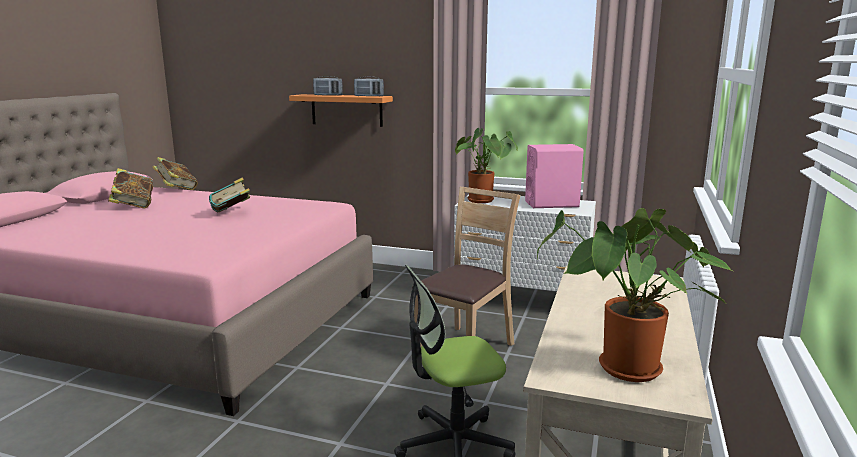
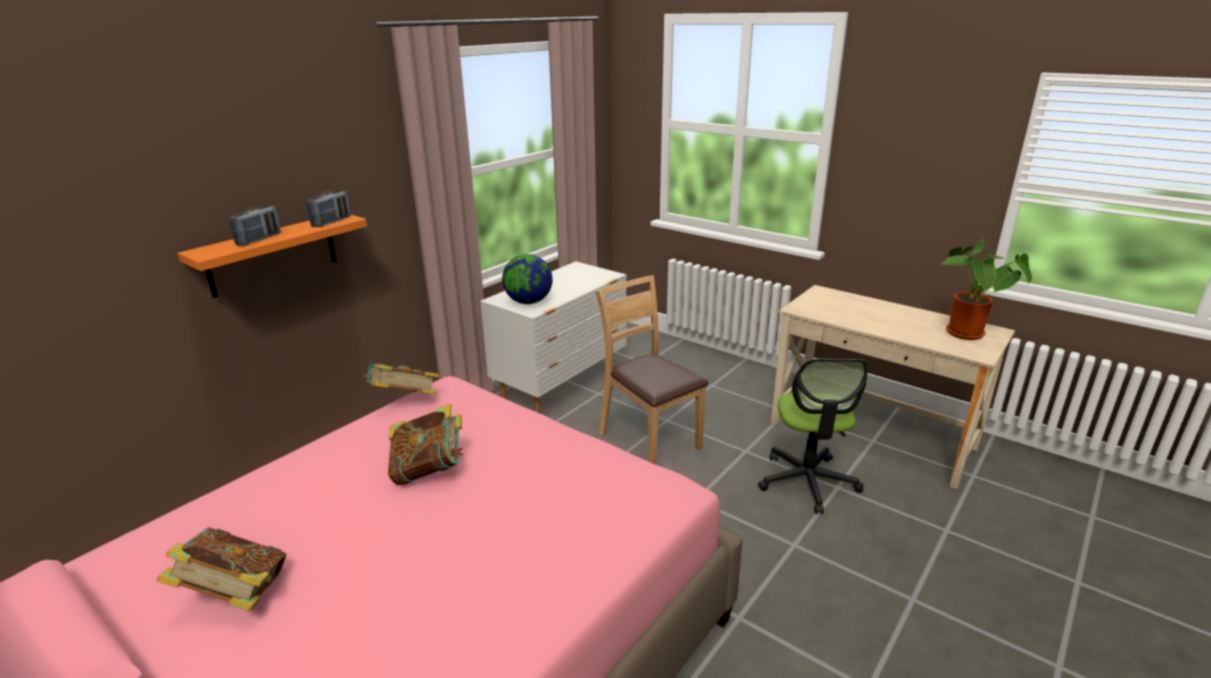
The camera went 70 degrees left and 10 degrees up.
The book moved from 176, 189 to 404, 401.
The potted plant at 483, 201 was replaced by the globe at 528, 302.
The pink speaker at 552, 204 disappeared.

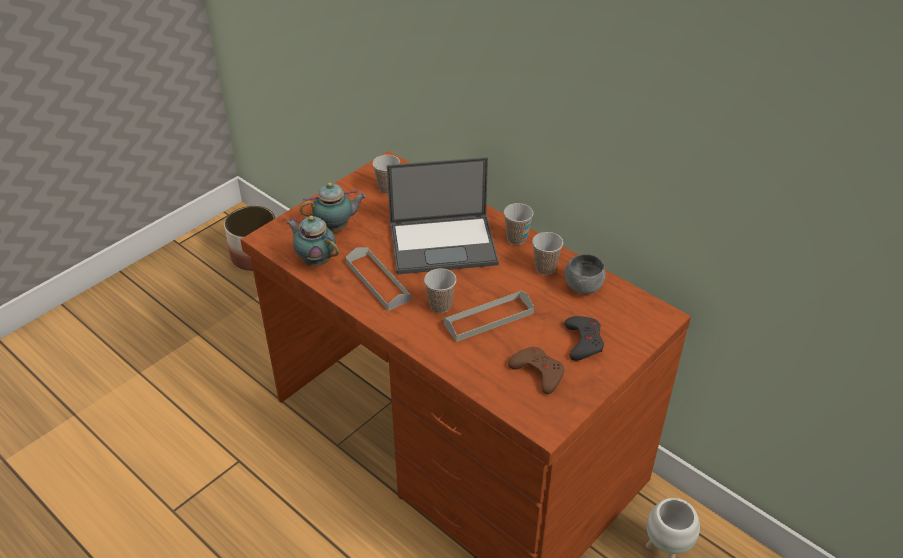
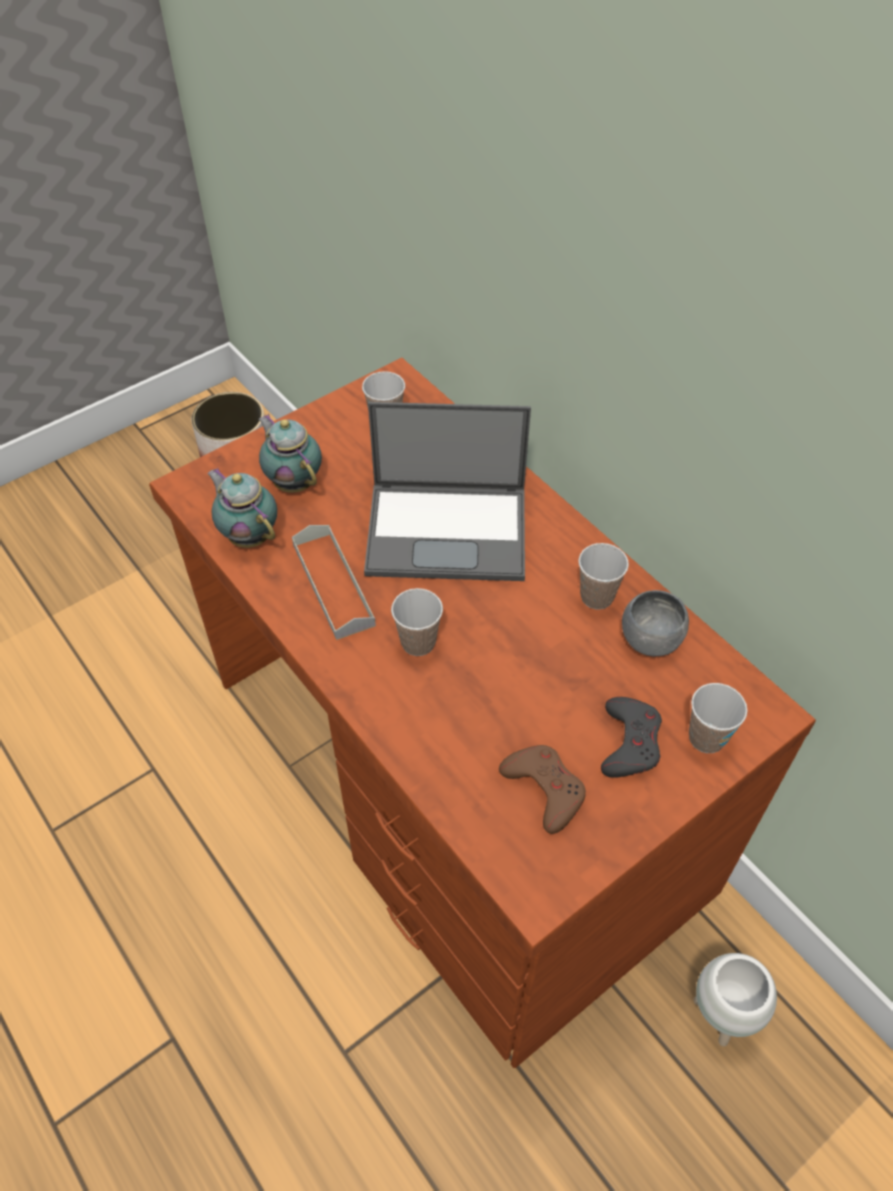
The camera went 10 degrees right and 10 degrees up.
The teapot at 336, 228 turned 120 degrees counterclockwise.
The grey tray at 489, 318 disappeared.
The cup moved from 516, 238 to 706, 738.

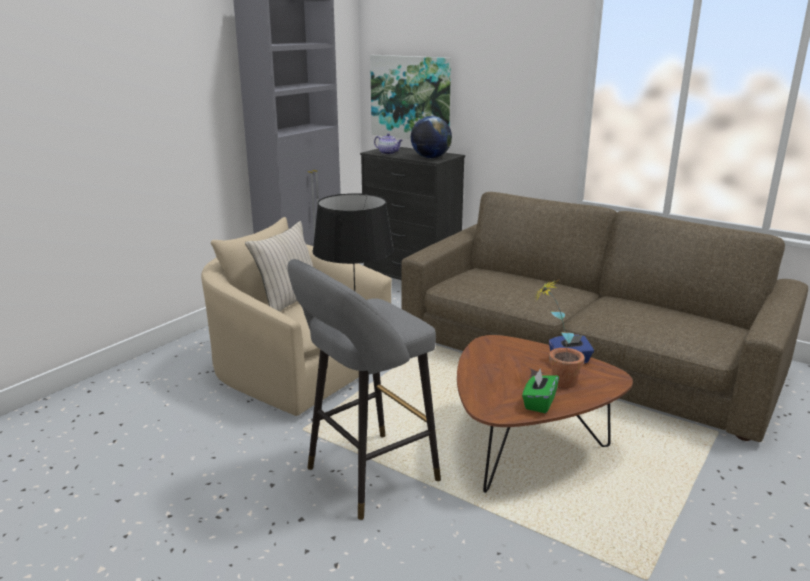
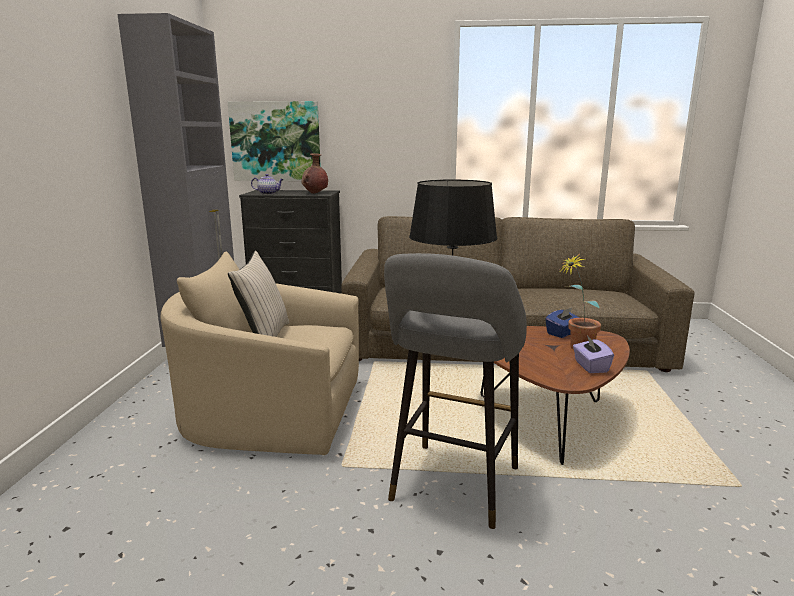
The camera went 30 degrees left and 5 degrees down.
The globe at 430, 158 was replaced by the brown vase at 315, 193.
The green tissue box at 539, 403 became the purple tissue box at 590, 366.

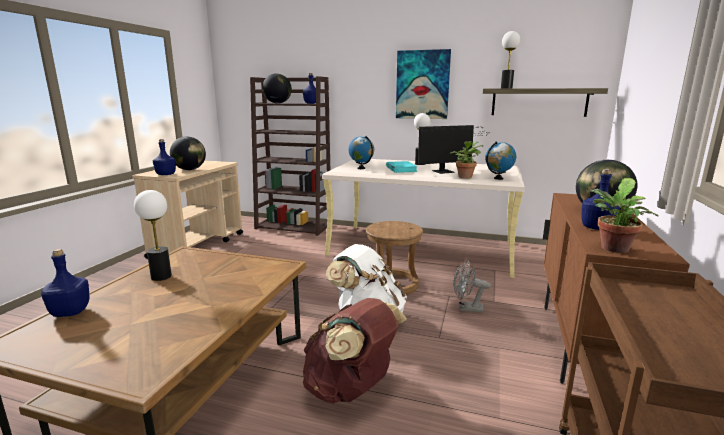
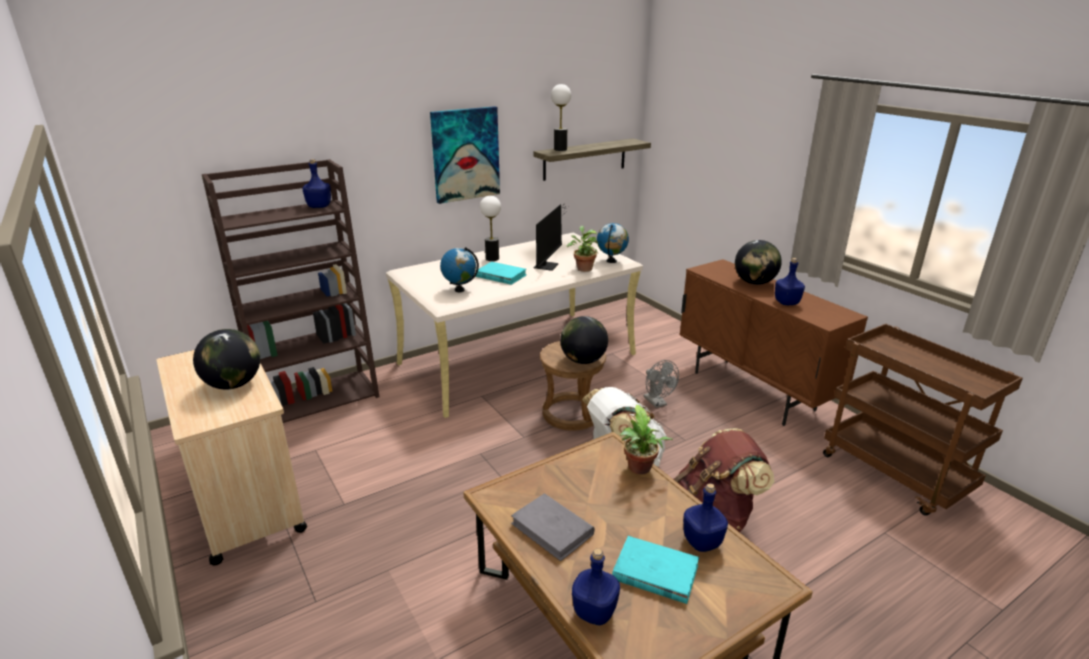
The camera went 50 degrees left and 10 degrees up.
The table lamp at 161, 276 was replaced by the grey book at 552, 529.
The blue bottle moved from 165, 174 to 702, 542.
The globe moved from 277, 103 to 583, 360.
The grey fan at 466, 308 turned 75 degrees counterclockwise.
The potted plant moved from 613, 249 to 640, 470.
The turquoise book at 654, 572 appeared.

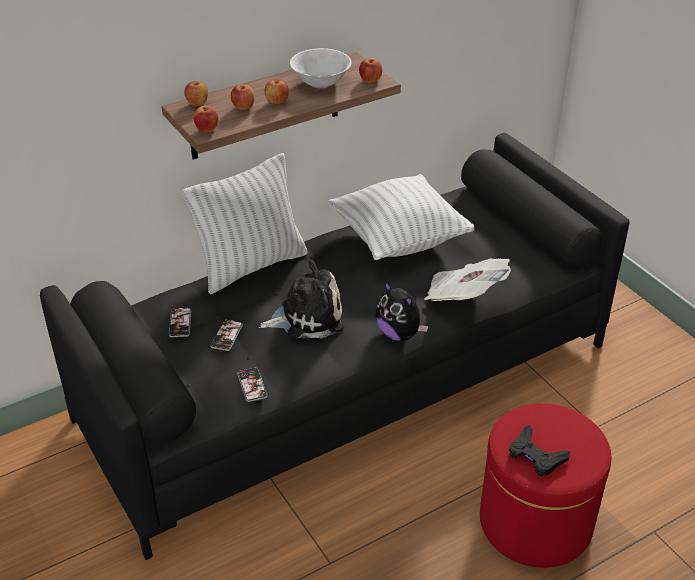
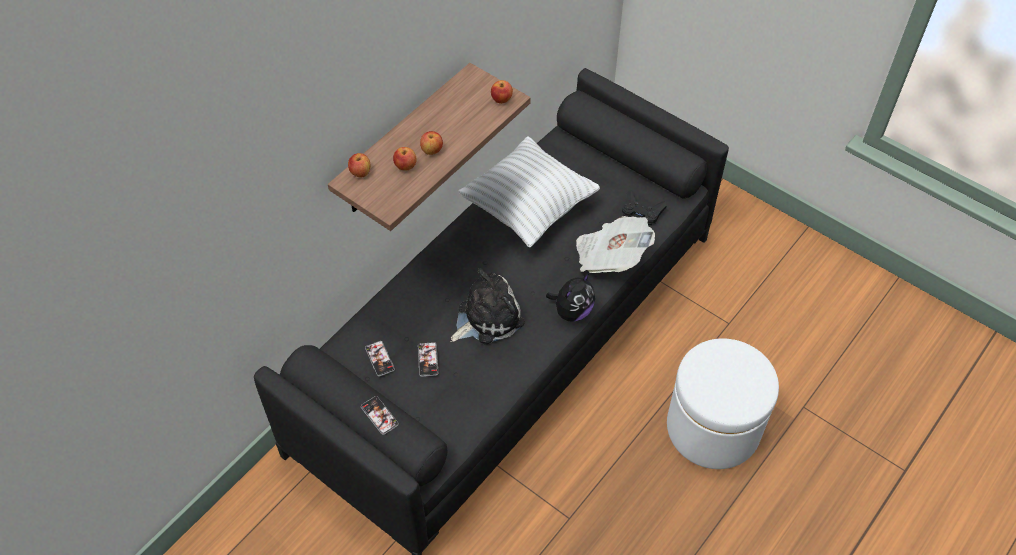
The camera went 20 degrees left and 15 degrees up.
The white pillow at 251, 266 disappeared.
The apple at 207, 129 disappeared.
The phone moved from 252, 385 to 379, 415.
The white bowl at 320, 82 disappeared.
The plush toy at 399, 334 turned 75 degrees counterclockwise.
The red ottoman at 535, 522 became the white ottoman at 713, 428.
The black game controller moved from 536, 456 to 641, 211.

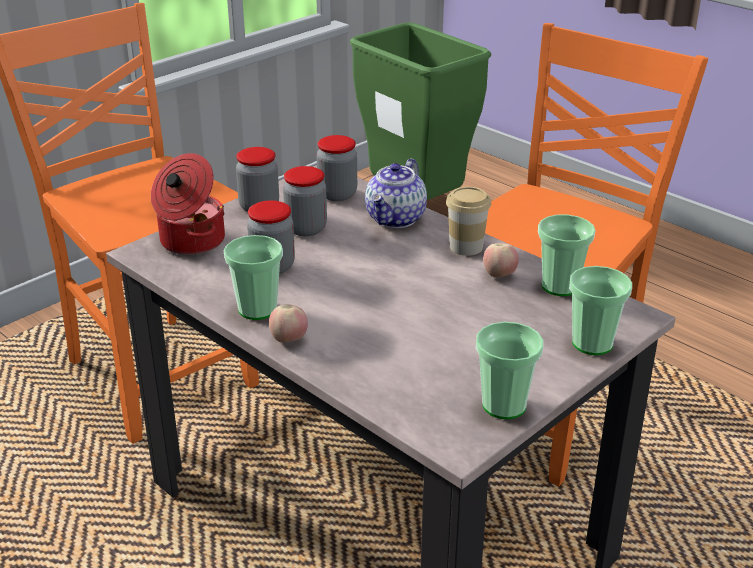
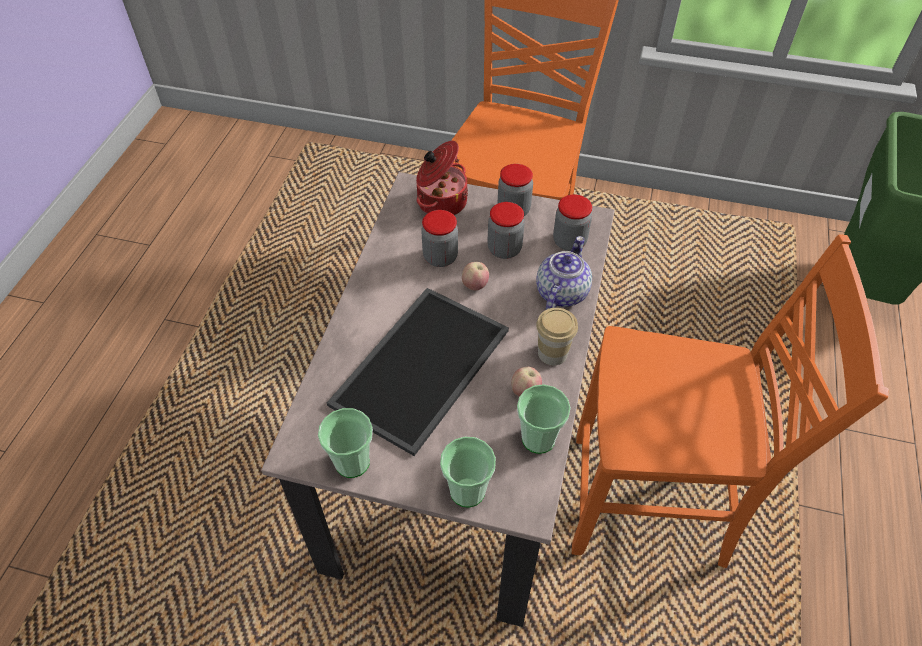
The camera went 60 degrees right and 20 degrees up.
The cup at 257, 309 disappeared.
The apple moved from 289, 340 to 475, 285.
The teapot at 396, 219 turned 120 degrees clockwise.
The tray at 419, 364 appeared.

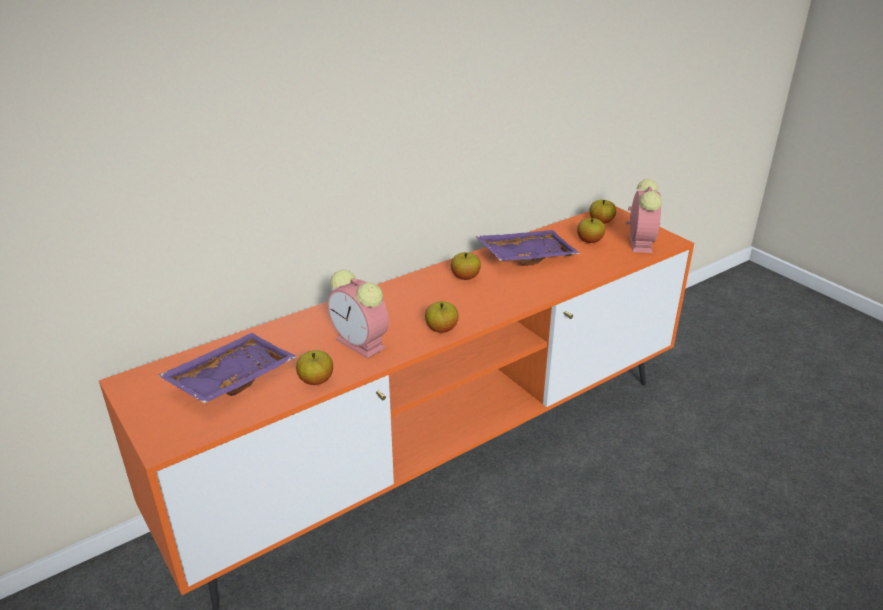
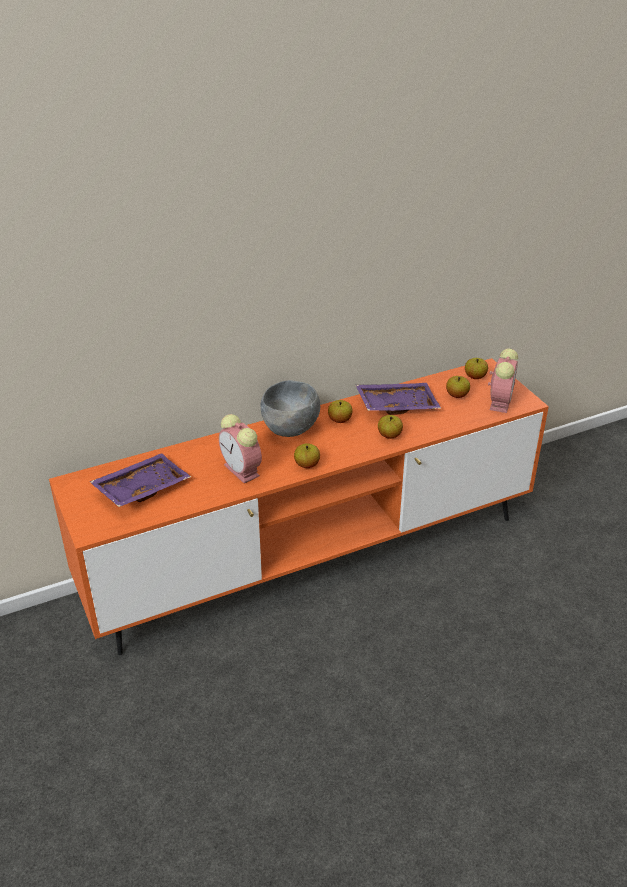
The camera went 10 degrees right and 5 degrees up.
The apple moved from 316, 380 to 389, 435.
The grey bowl at 291, 429 appeared.

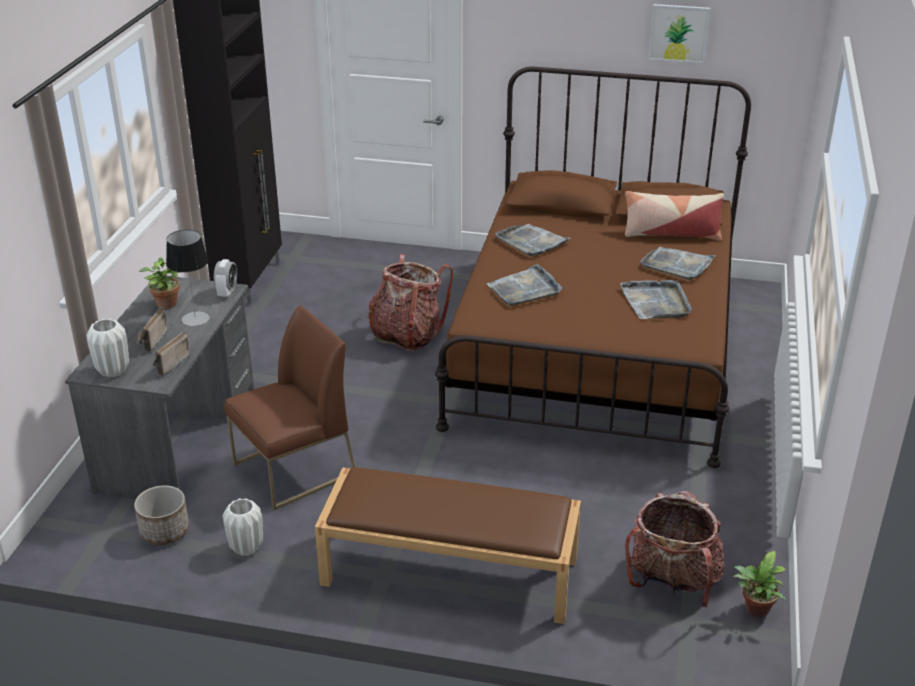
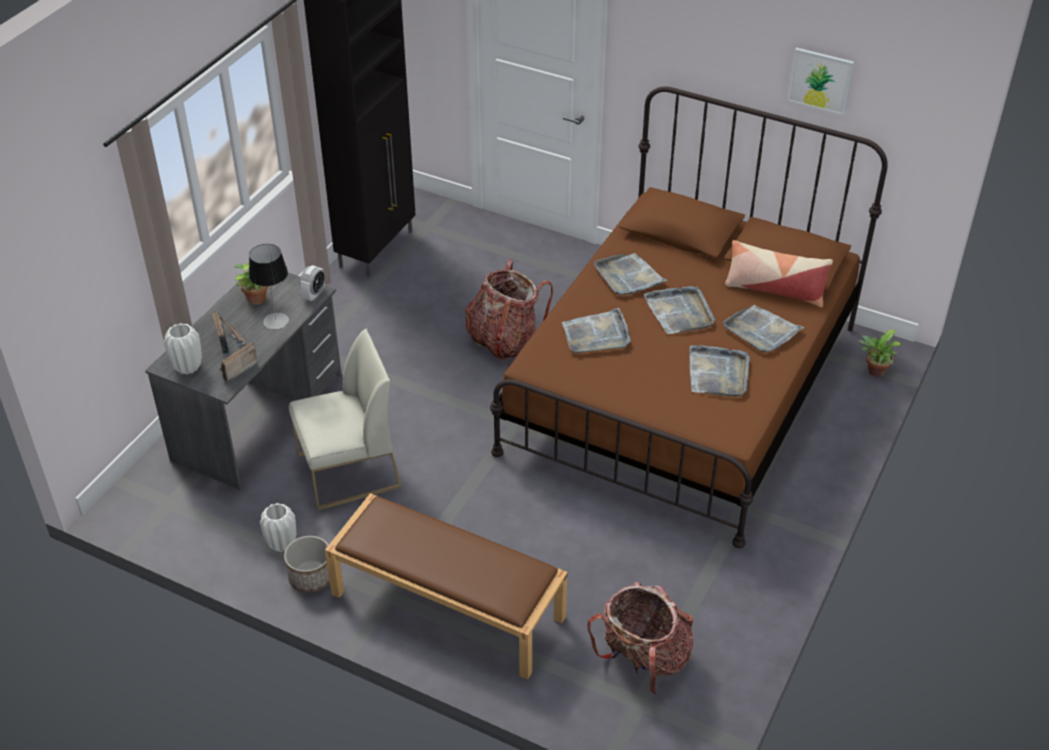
The camera went 15 degrees right and 10 degrees up.
The planter moved from 164, 531 to 311, 577.
The radio at 150, 341 turned 135 degrees clockwise.
The brown chair at 294, 470 became the white chair at 348, 472.
The potted plant moved from 755, 611 to 874, 372.
The grey tray at 680, 312 appeared.

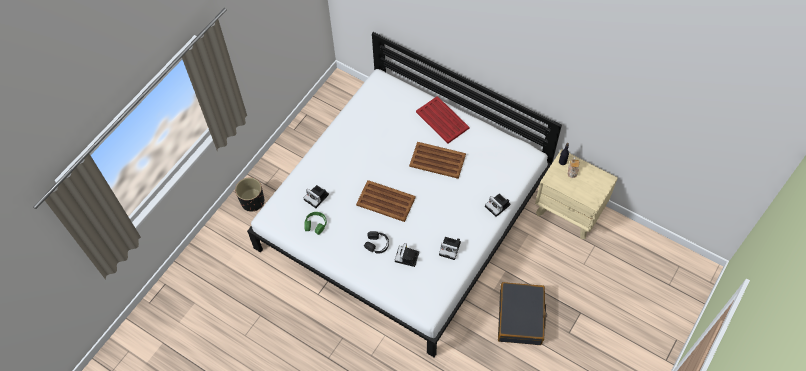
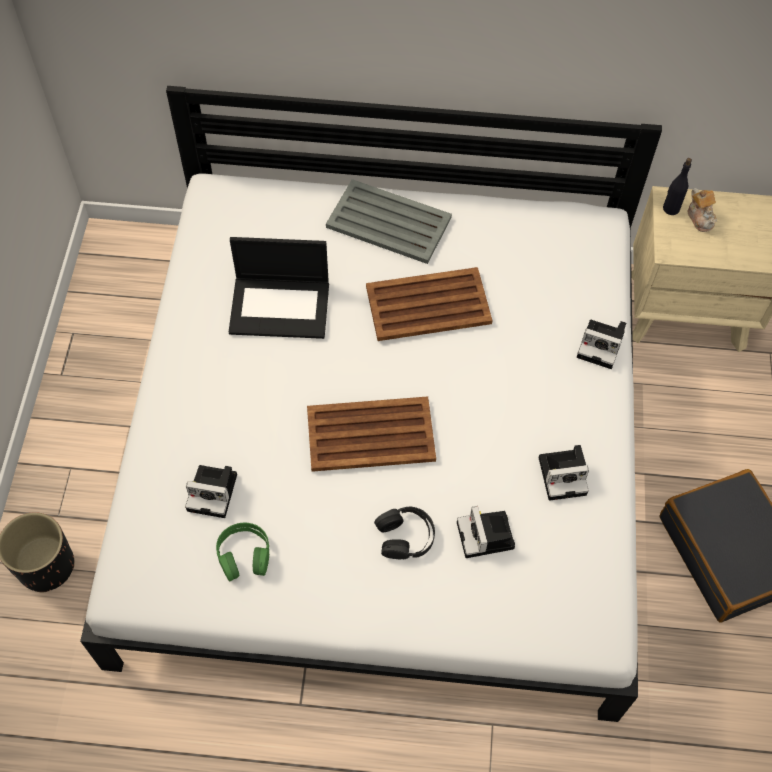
The camera went 30 degrees left and 0 degrees up.
The red tray at 442, 119 became the grey tray at 387, 222.
The laptop at 281, 306 appeared.

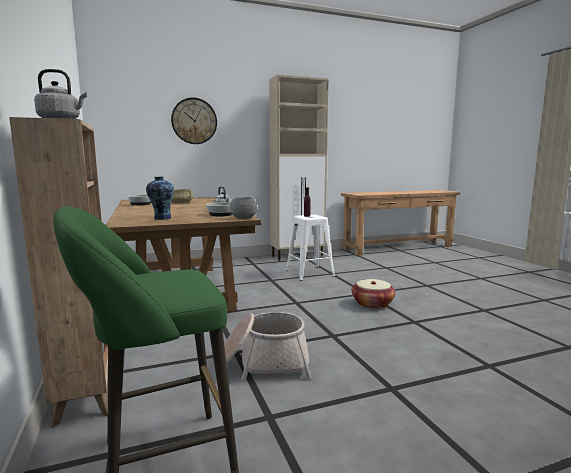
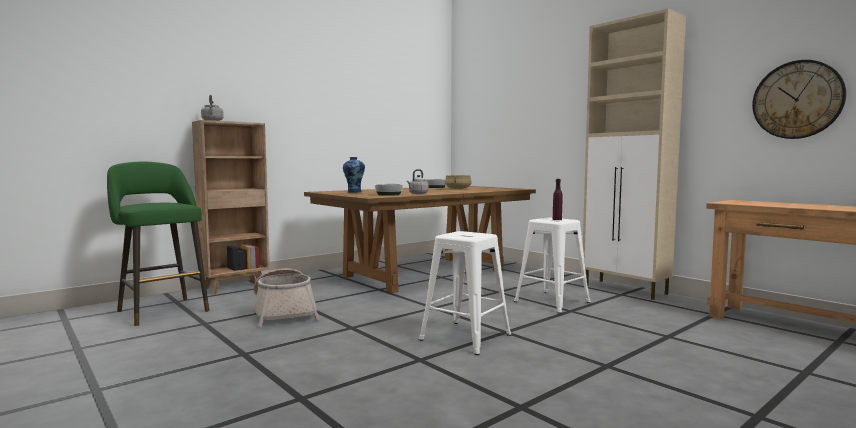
The camera went 70 degrees right and 5 degrees down.
The wall clock moved from 194, 121 to 797, 100.
The grey bowl at 244, 218 disappeared.
The basket at 372, 304 was replaced by the white stool at 467, 337.

